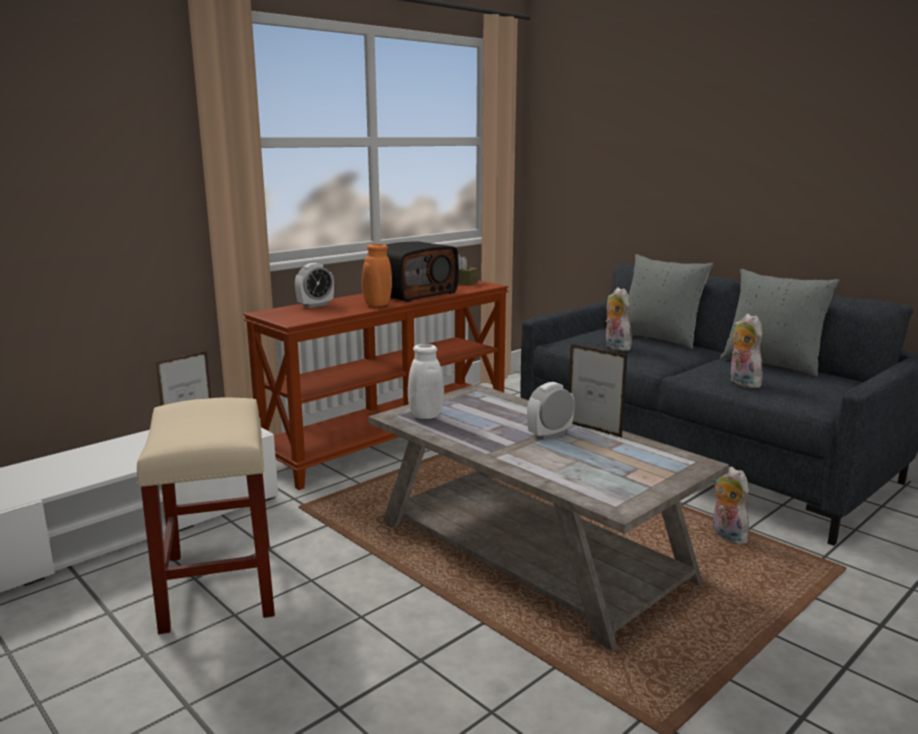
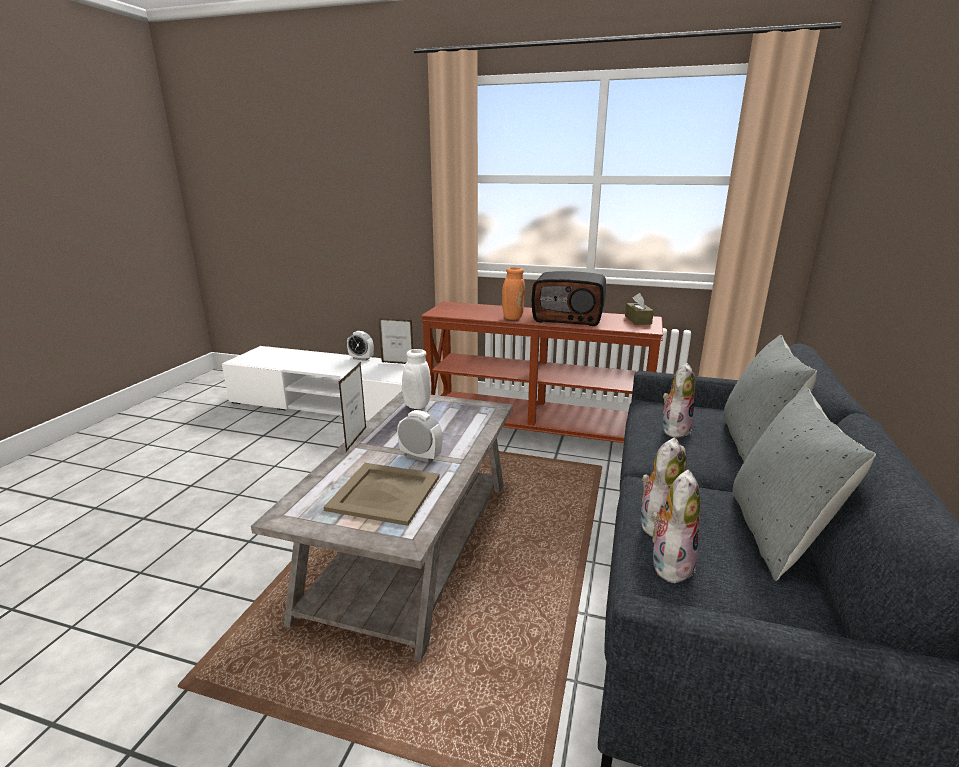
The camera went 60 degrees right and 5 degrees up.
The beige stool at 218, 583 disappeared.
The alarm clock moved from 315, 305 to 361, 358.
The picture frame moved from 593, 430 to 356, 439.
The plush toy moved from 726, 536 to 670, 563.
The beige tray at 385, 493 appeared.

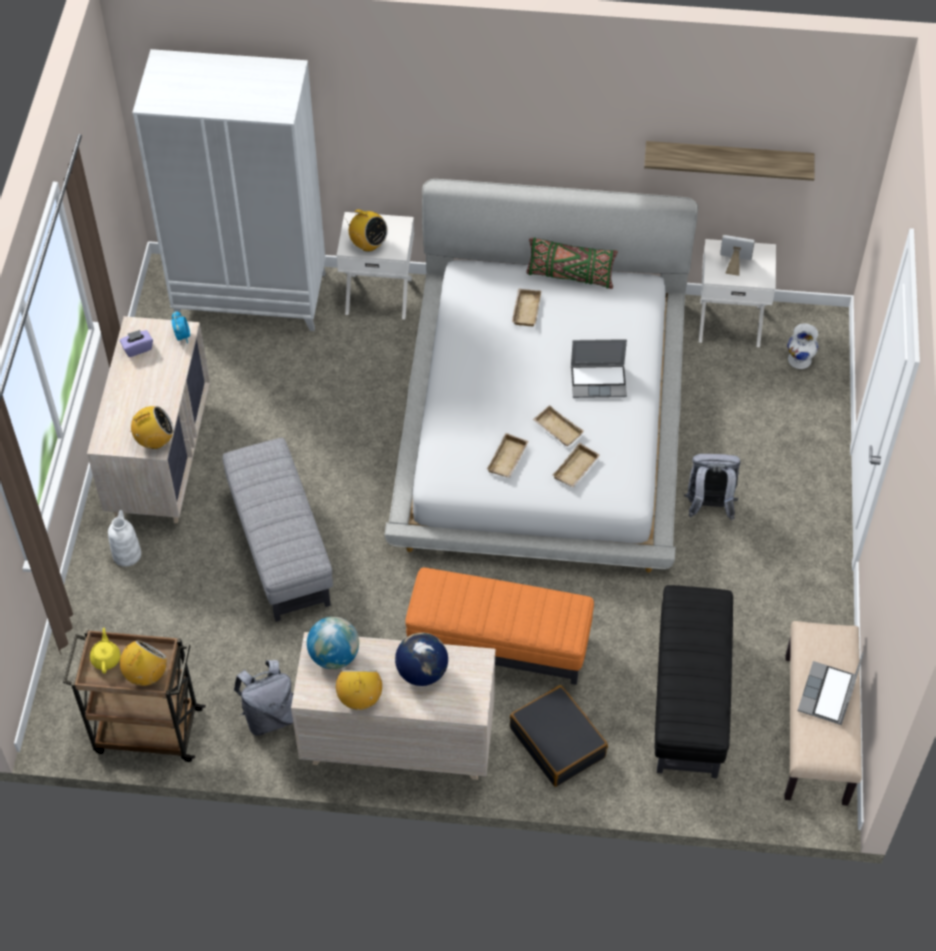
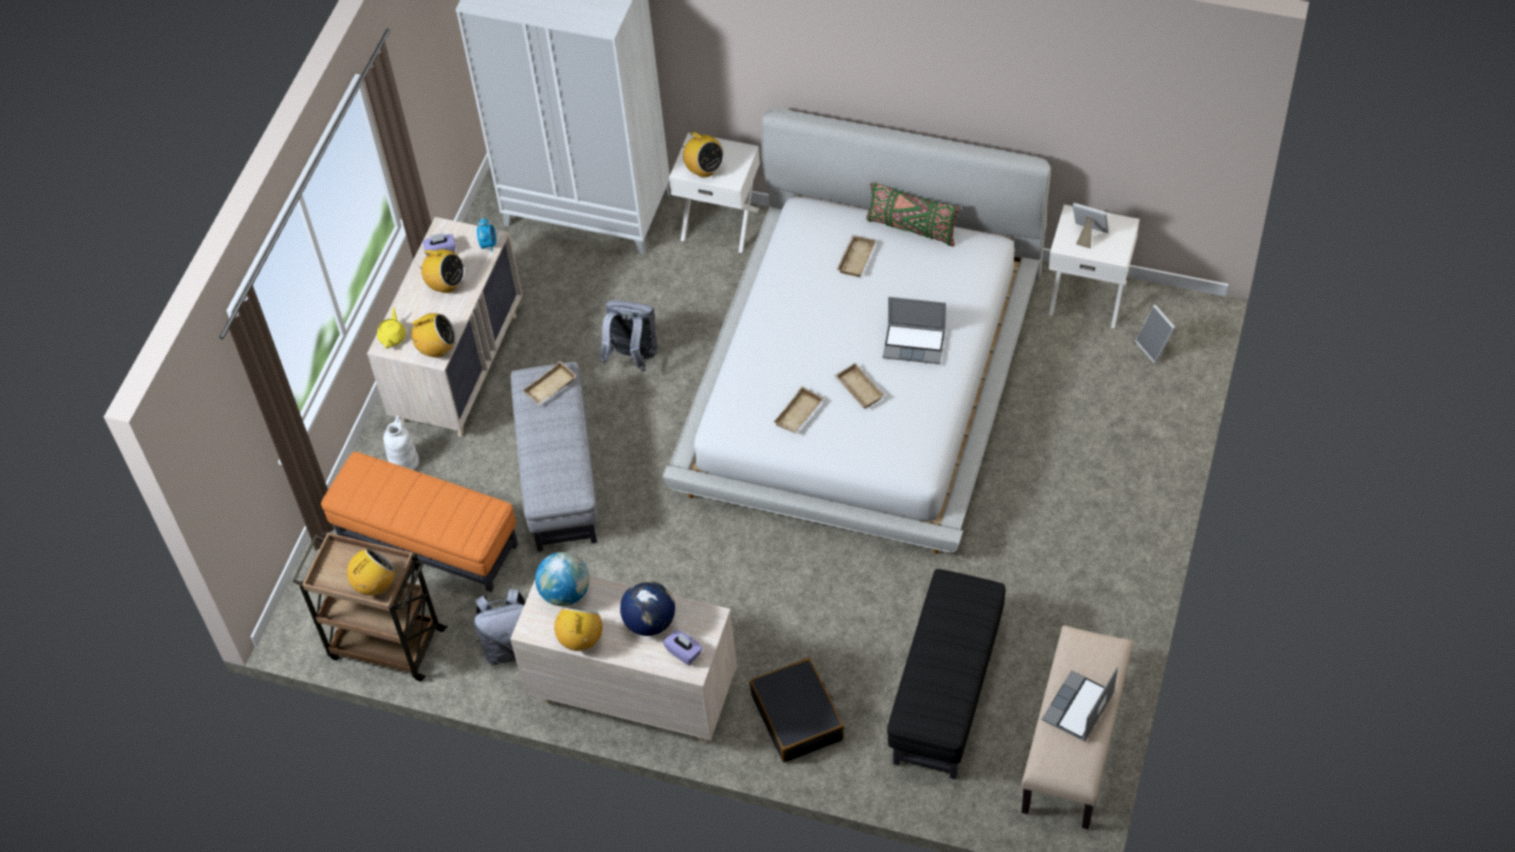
The camera went 15 degrees right and 0 degrees up.
The yellow teapot moved from 106, 658 to 393, 337.
The orange ottoman moved from 499, 645 to 428, 541.
The beige tray moved from 576, 469 to 550, 388.
The shelf at 728, 160 disappeared.
The grey backpack moved from 708, 506 to 633, 357.
The white vase at 800, 360 was replaced by the picture frame at 1155, 348.
The radio at 446, 285 appeared.
The purple tissue box at 684, 652 appeared.

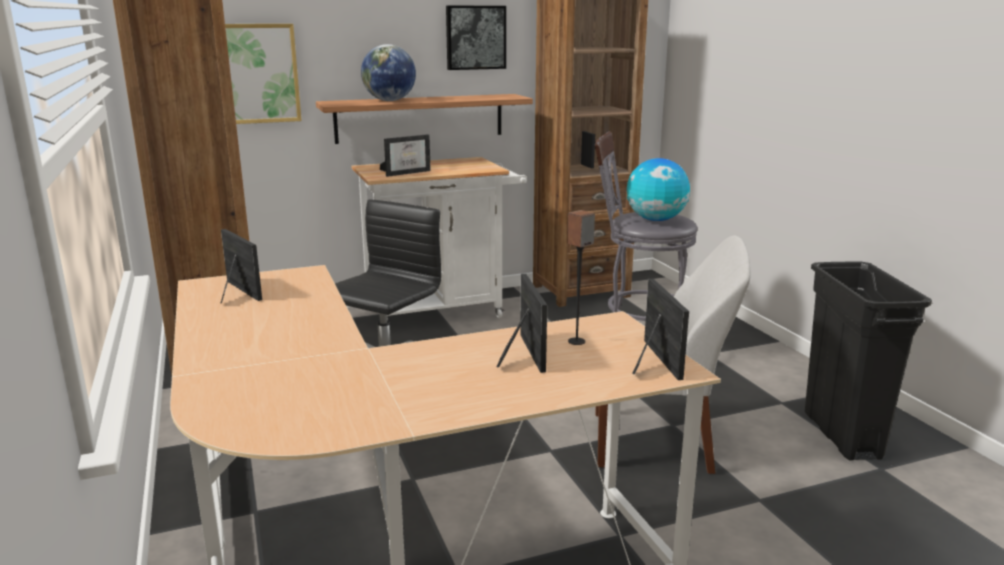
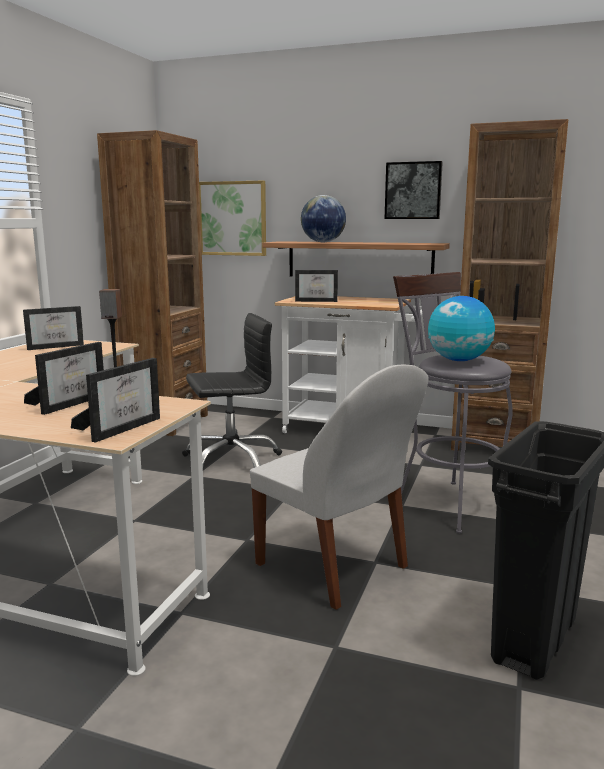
The camera went 40 degrees right and 5 degrees down.
The picture frame at 236, 292 turned 60 degrees clockwise.

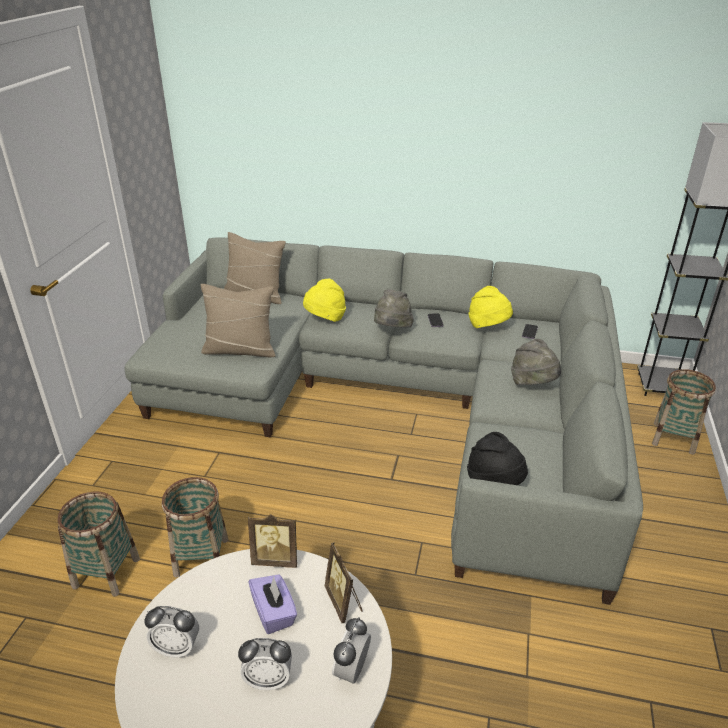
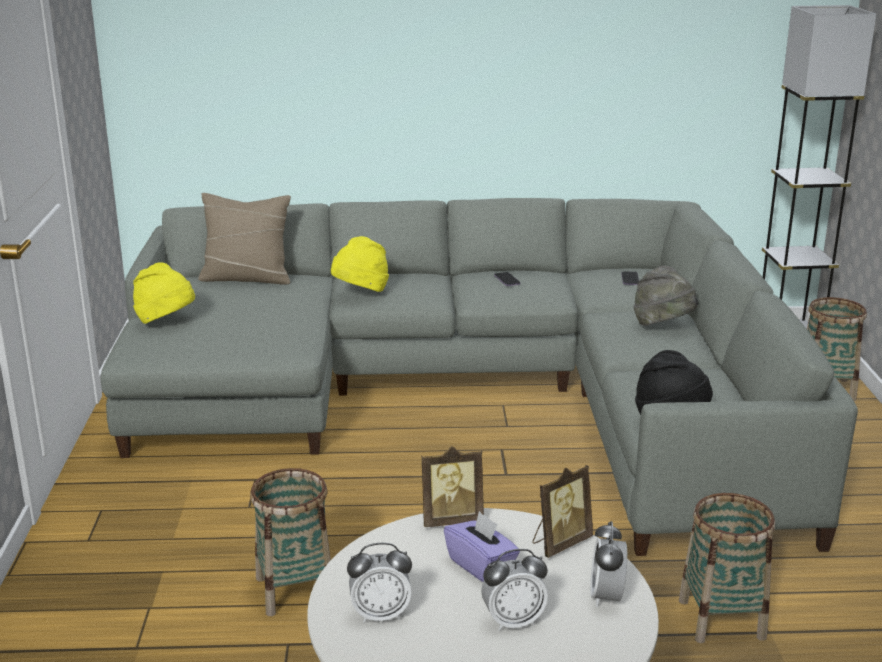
The camera went 15 degrees left and 10 degrees down.
The basket moved from 106, 572 to 721, 619.
The beige pillow at 240, 350 disappeared.
The picture frame at 344, 602 turned 90 degrees counterclockwise.
The grey hat at 392, 330 disappeared.
The yellow hat moved from 488, 326 to 166, 321.

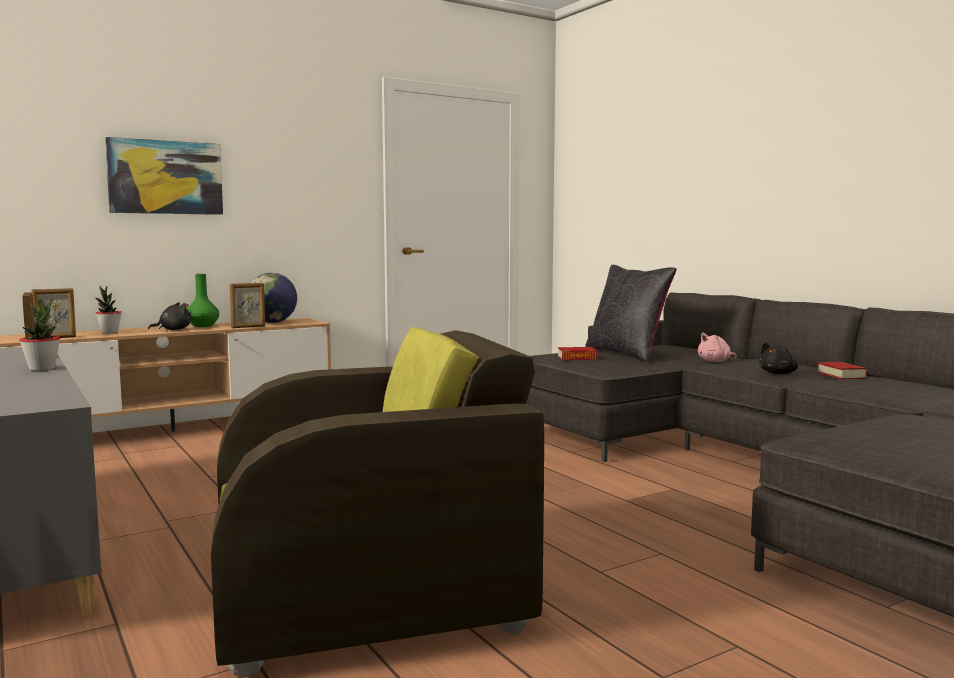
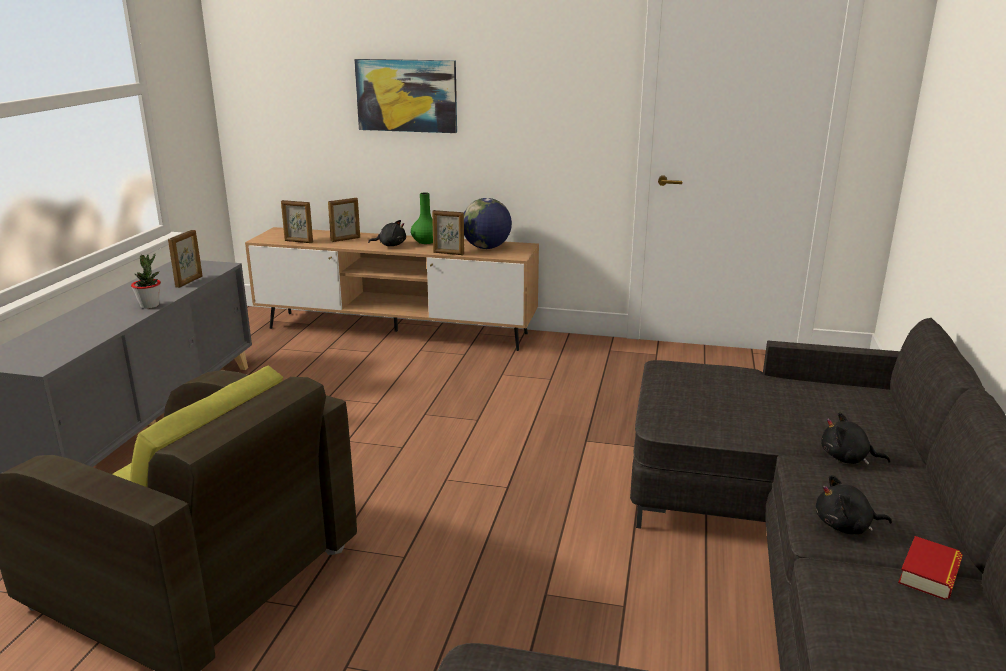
The camera went 45 degrees right and 15 degrees up.
The potted plant at 109, 332 was replaced by the picture frame at 346, 239.
The book at 577, 358 disappeared.
The black pillow at 627, 353 disappeared.
The pink plush toy at 715, 361 became the black plush toy at 847, 458.

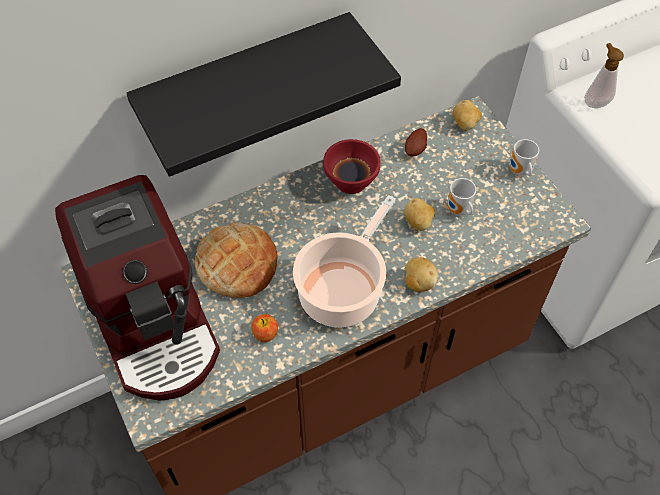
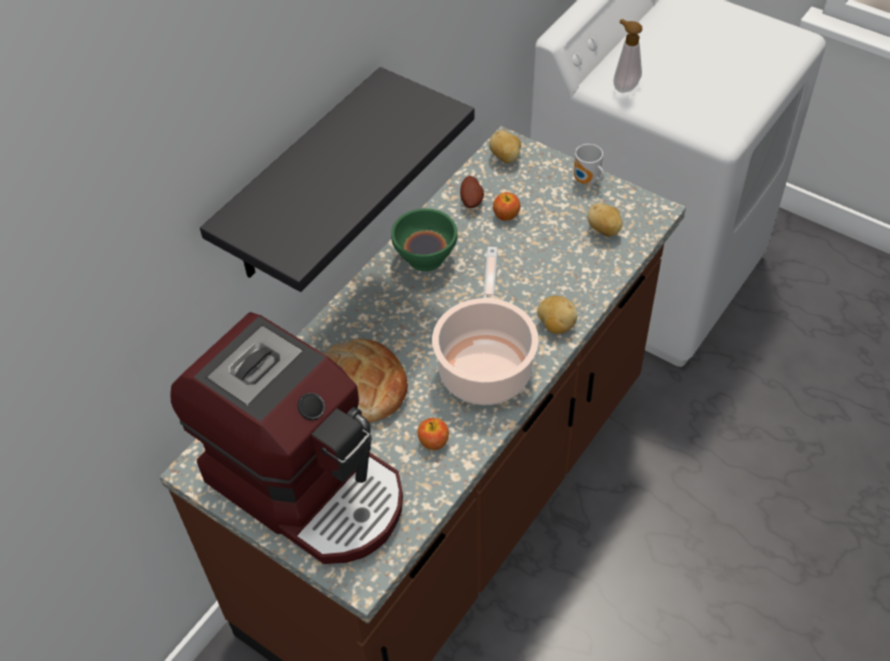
The camera went 25 degrees left and 5 degrees down.
The red bowl at 350, 182 became the green bowl at 425, 258.
The potato moved from 418, 223 to 604, 230.
The mug at 458, 210 disappeared.
The apple at 506, 215 appeared.

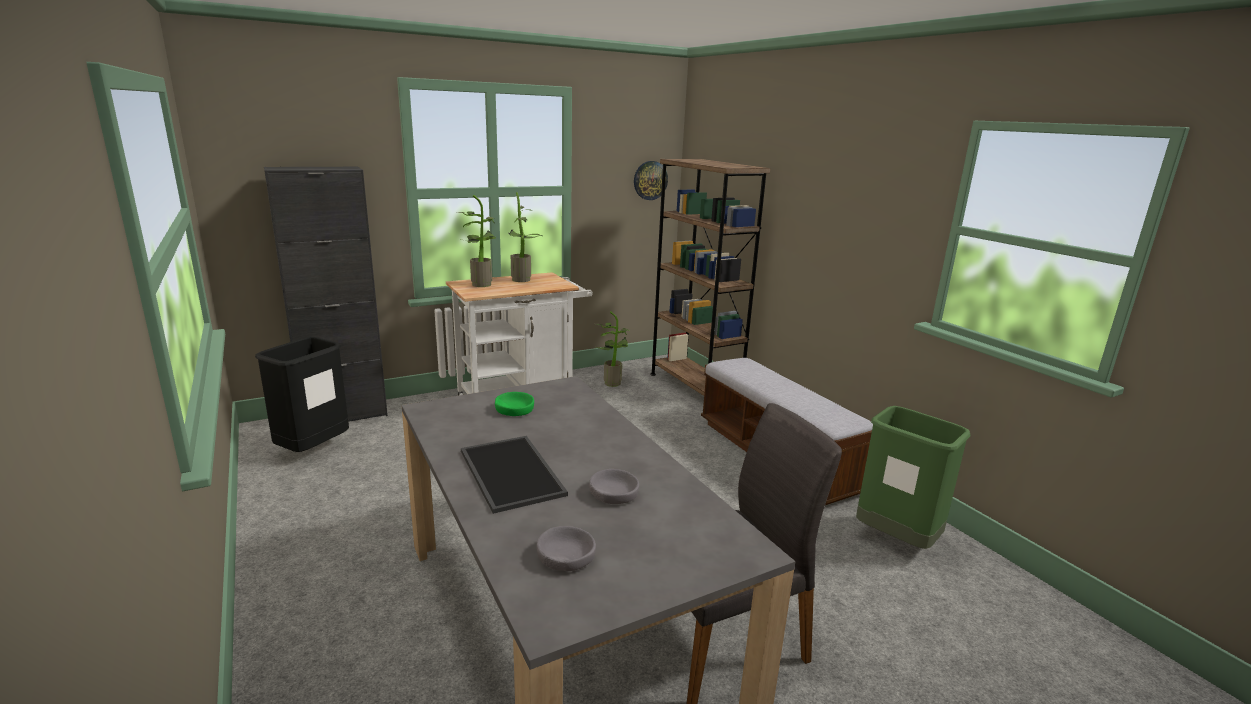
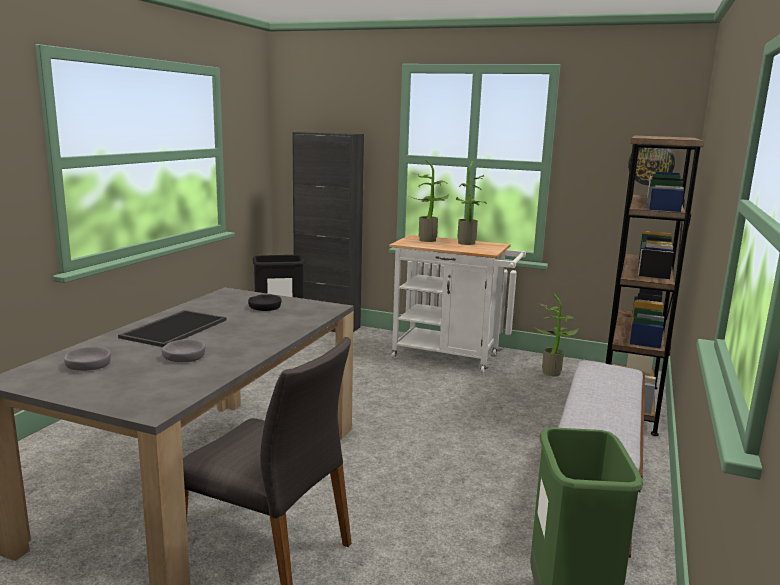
The camera went 50 degrees right and 5 degrees down.
The green bowl at 514, 409 became the black bowl at 265, 307.

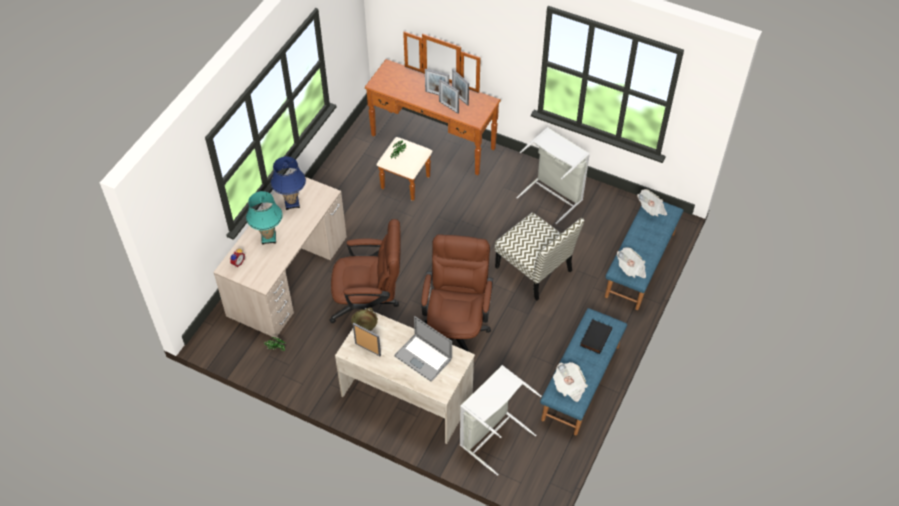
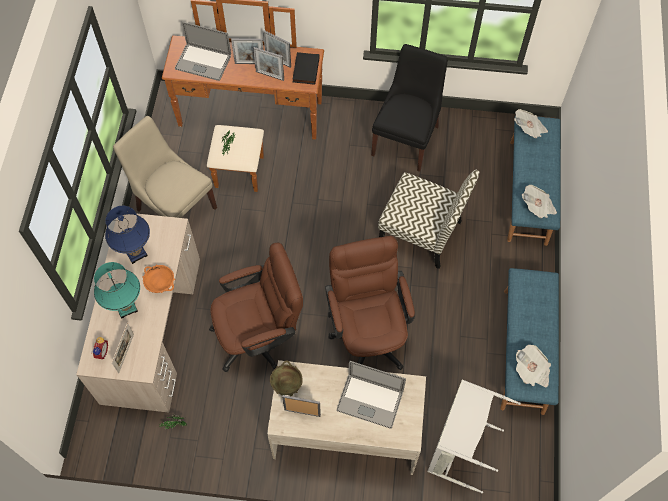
The camera went 20 degrees left and 10 degrees up.
The grey laundry basket at 553, 195 was replaced by the black chair at 406, 138.
The black book moved from 595, 337 to 305, 69.
The picture frame at 126, 353 appeared.
The beige chair at 174, 207 appeared.
The orange bowl at 160, 283 appeared.
The laptop at 203, 62 appeared.

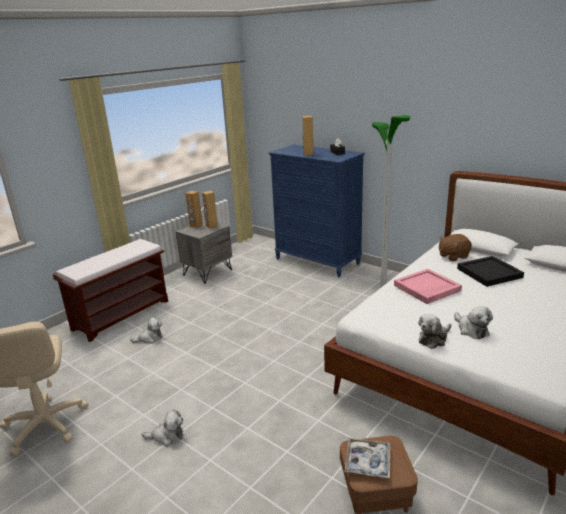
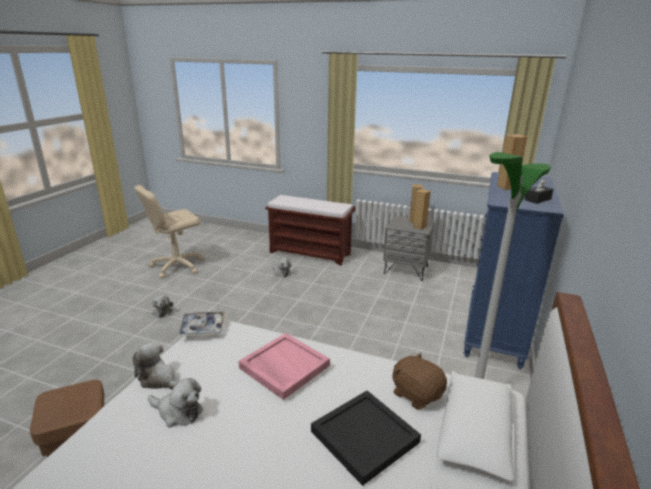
The camera went 70 degrees right and 0 degrees up.
The tray moved from 368, 462 to 202, 328.
The plush toy at 471, 330 turned 120 degrees counterclockwise.

